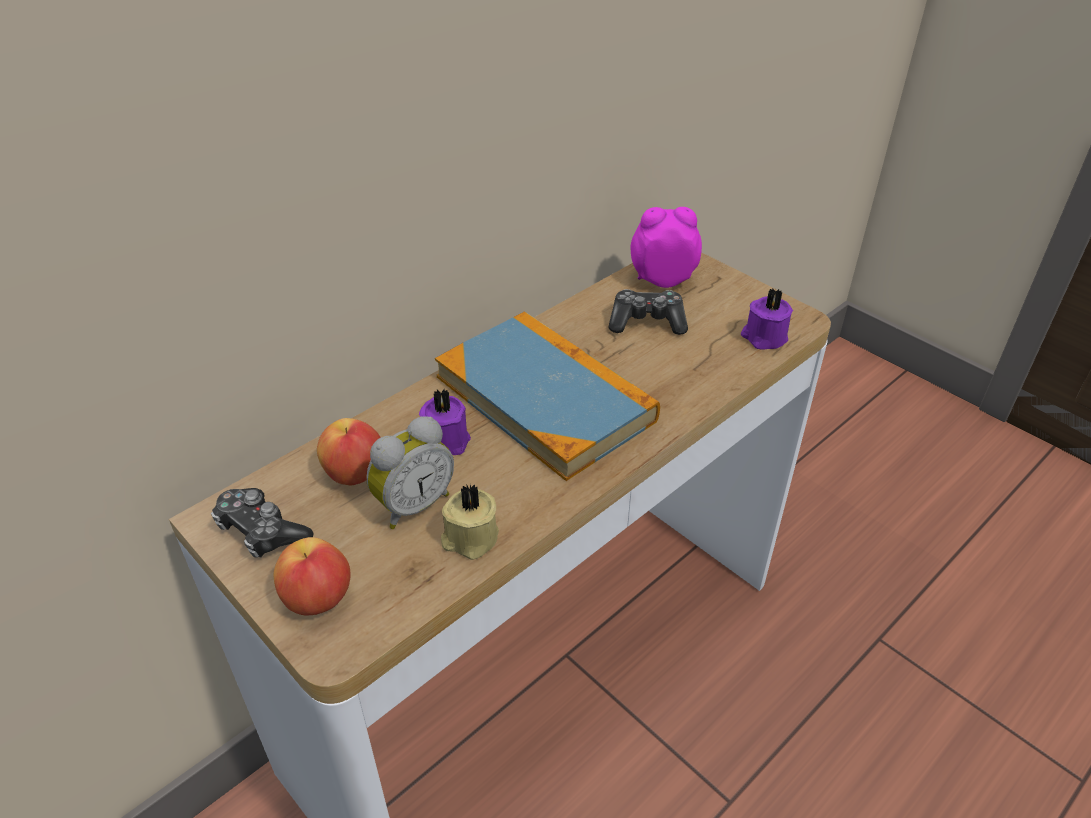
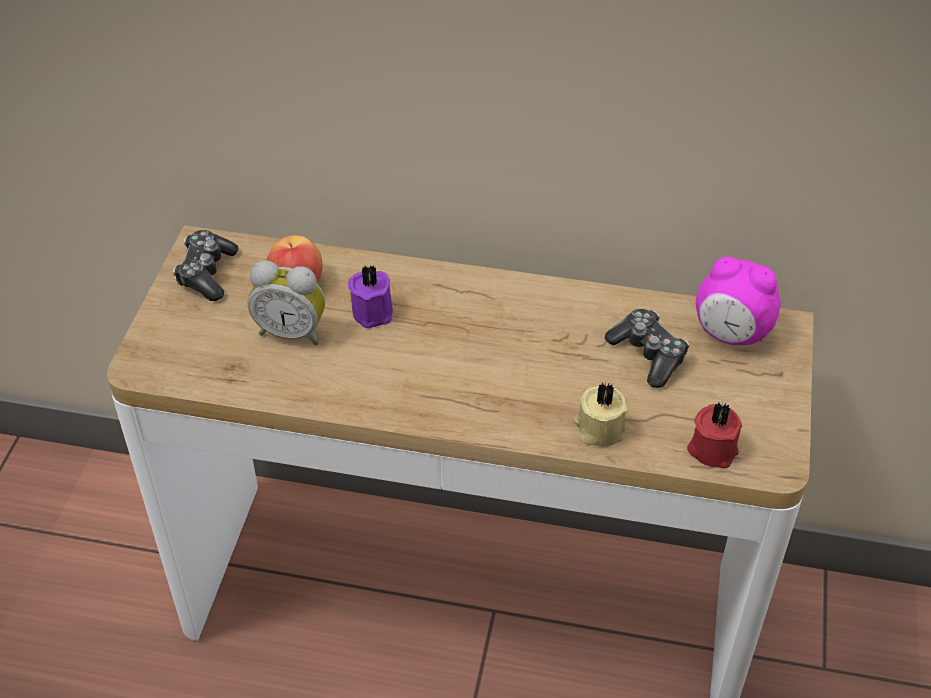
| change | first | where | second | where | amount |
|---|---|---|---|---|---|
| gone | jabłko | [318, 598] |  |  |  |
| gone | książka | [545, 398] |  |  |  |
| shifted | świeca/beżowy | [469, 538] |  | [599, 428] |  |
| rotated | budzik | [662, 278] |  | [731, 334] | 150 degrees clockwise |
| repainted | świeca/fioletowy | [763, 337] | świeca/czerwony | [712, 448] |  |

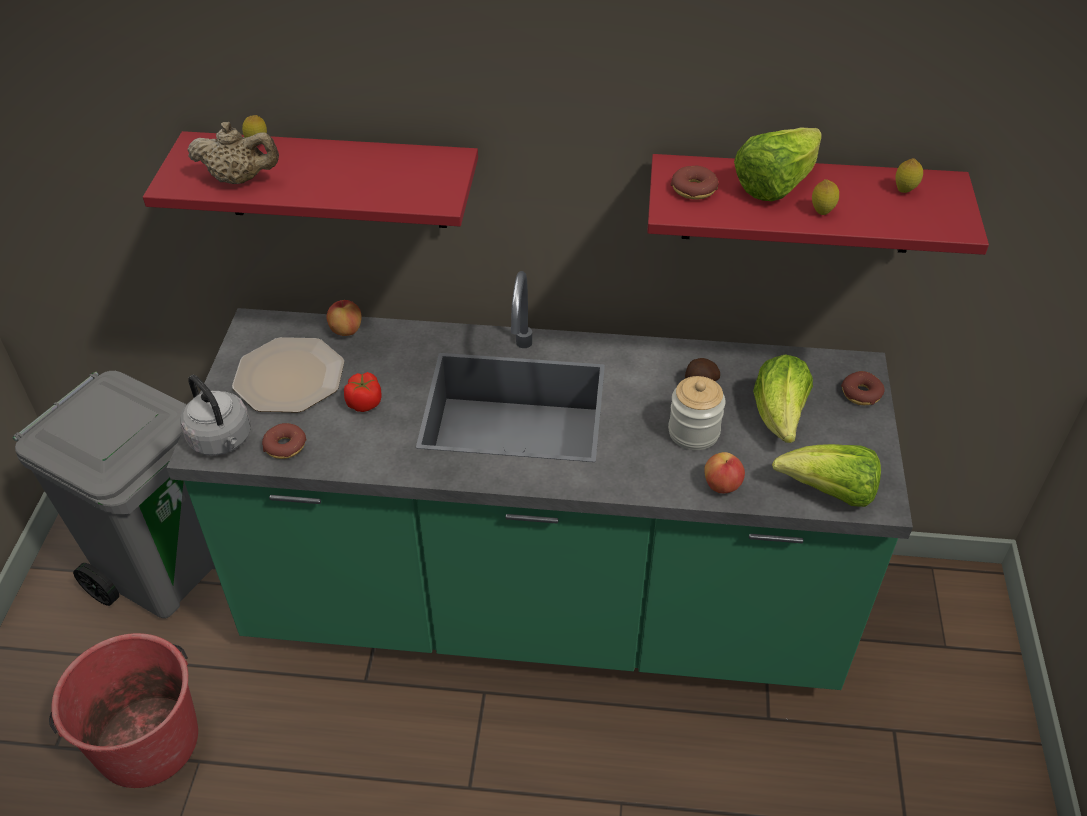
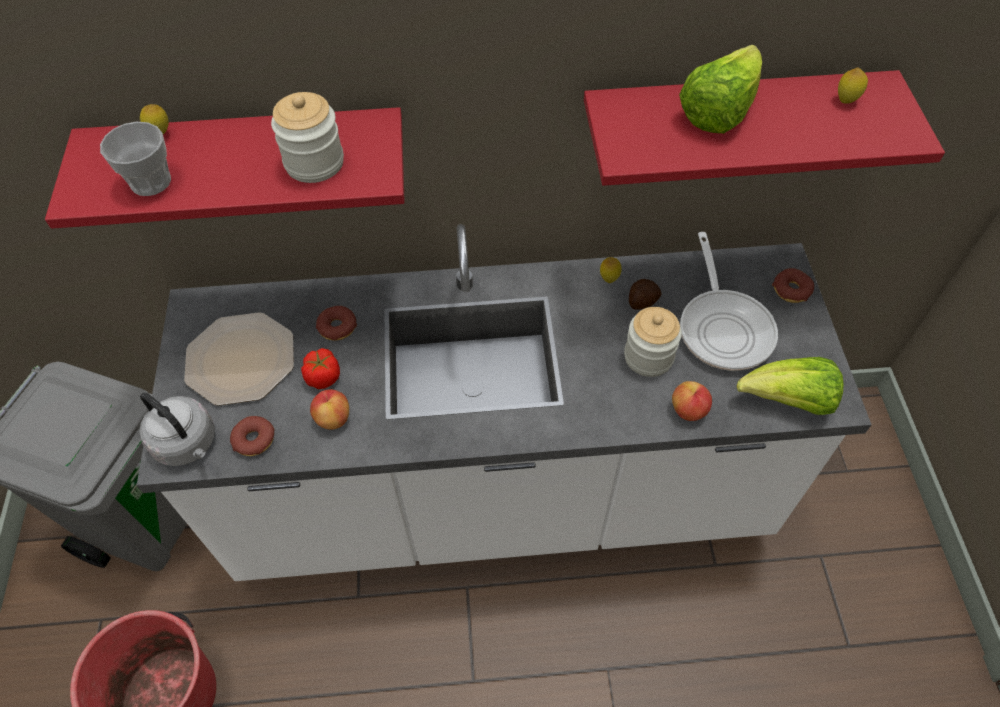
| change | first | where | second | where | amount |
|---|---|---|---|---|---|
| repainted | zabudowa kuchenna/zielony | [543, 610] | zabudowa kuchenna/biały | [502, 498] |  |
| swapped | imbryk/beżowy | [240, 179] | filiżanka | [151, 182] |  |
| shifted | jabłko | [346, 330] |  | [333, 418] |  |
| shifted | donut | [693, 189] |  | [337, 327] |  |
| swapped | sałata | [779, 417] | patelnia | [724, 327] |  |
| shifted | cytryna | [822, 212] |  | [609, 279] |  |
| new |  |  | słoik | [314, 163] |  |

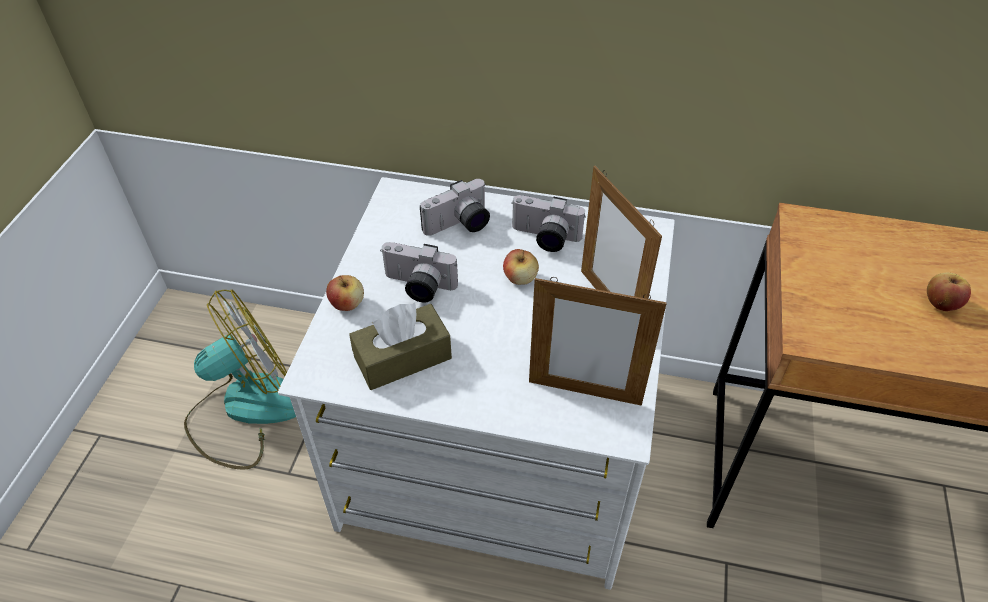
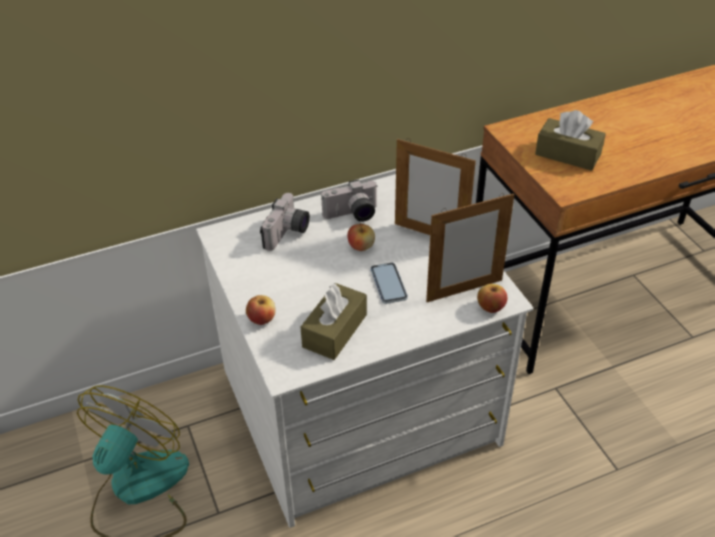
| change | first | where | second | where | amount |
|---|---|---|---|---|---|
| gone | aparat fotograficzny | [417, 287] |  |  |  |
| shifted | jabłko | [940, 303] |  | [490, 307] |  |
| new |  |  | telefon | [388, 284] |  |
| new |  |  | pudełko chusteczek/brązowy | [568, 154] |  |

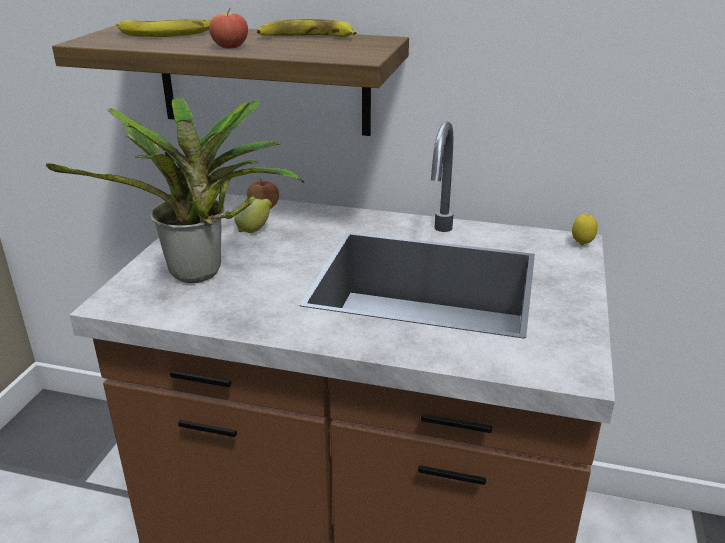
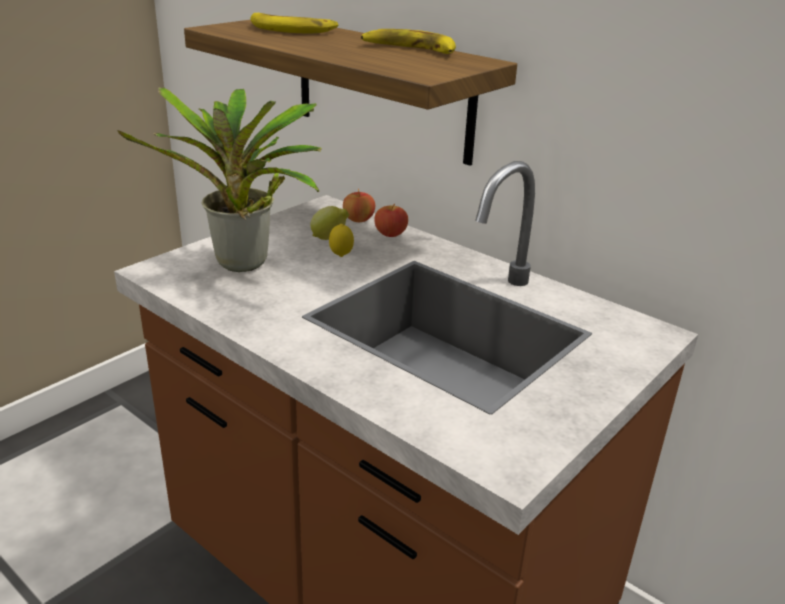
| change | first | where | second | where | amount |
|---|---|---|---|---|---|
| shifted | jabłko | [230, 47] |  | [390, 234] |  |
| shifted | cytryna | [582, 244] |  | [341, 256] |  |

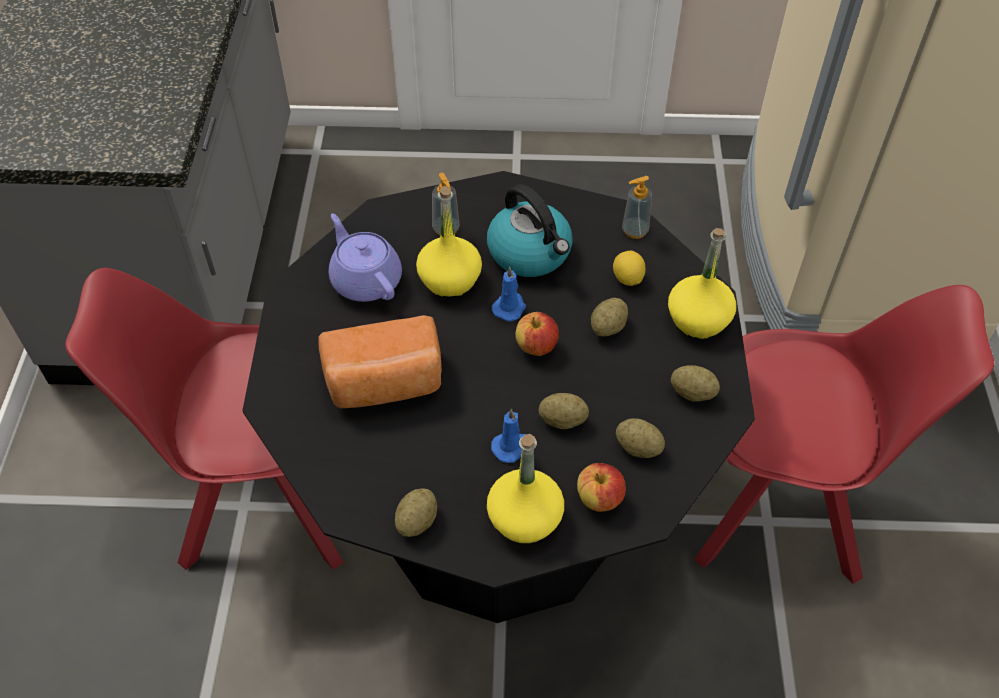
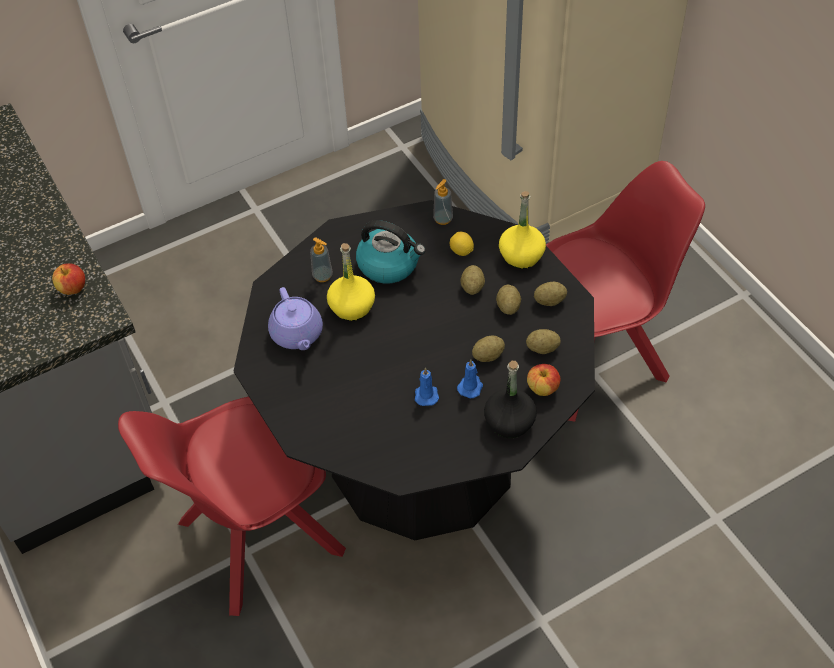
| change | first | where | second | where | amount |
|---|---|---|---|---|---|
| gone | chleb | [385, 385] |  |  |  |
| rotated | imbryk/fioletowy | [365, 280] |  | [297, 334] | 135 degrees counterclockwise |
| shifted | ziemniak | [417, 521] |  | [508, 307] |  |
| repainted | butelka/żółty | [524, 518] | butelka/czarny | [509, 422] |  |
| shifted | świeca/niebieski | [510, 307] |  | [426, 394] |  |
| shifted | jabłko | [536, 347] |  | [73, 289] |  |

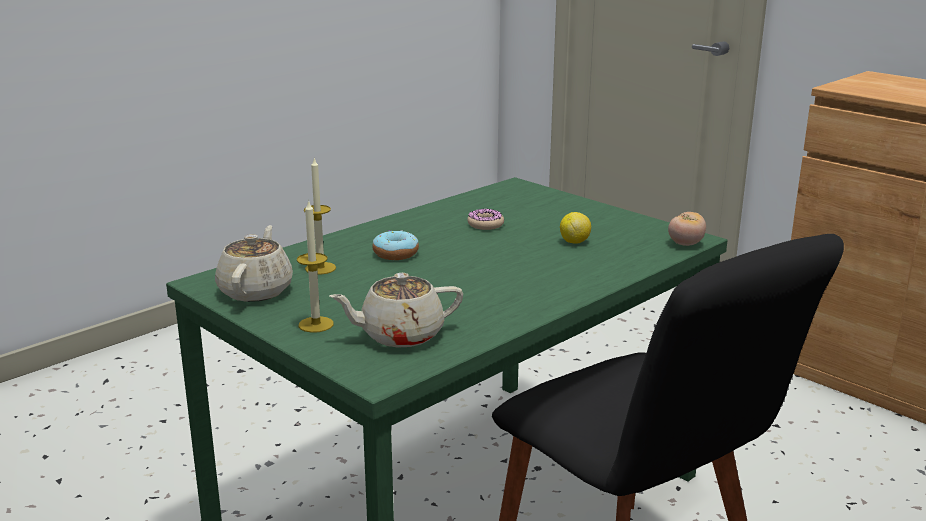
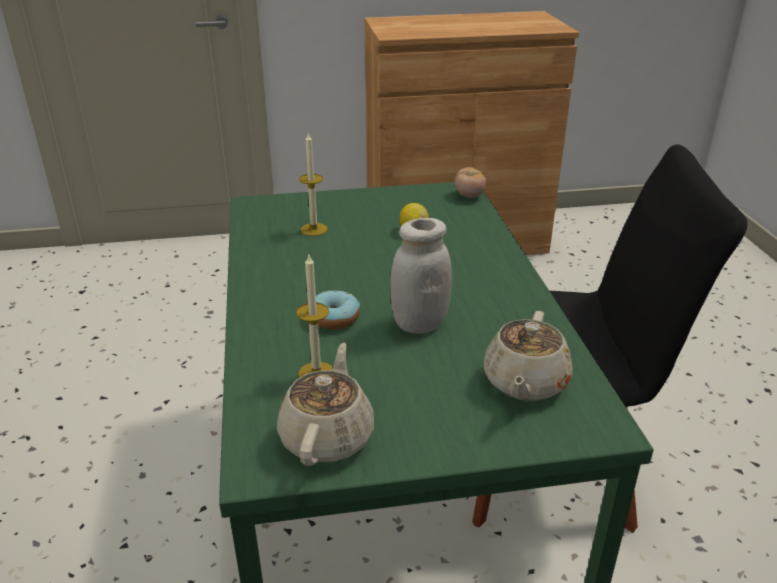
| change | first | where | second | where | amount |
|---|---|---|---|---|---|
| rotated | imbryk/beżowy | [256, 290] |  | [328, 436] | 60 degrees clockwise |
| shifted | świeca | [316, 324] |  | [314, 229] |  |
| gone | donut | [485, 224] |  |  |  |
| new |  |  | słoik/biały | [419, 323] |  |

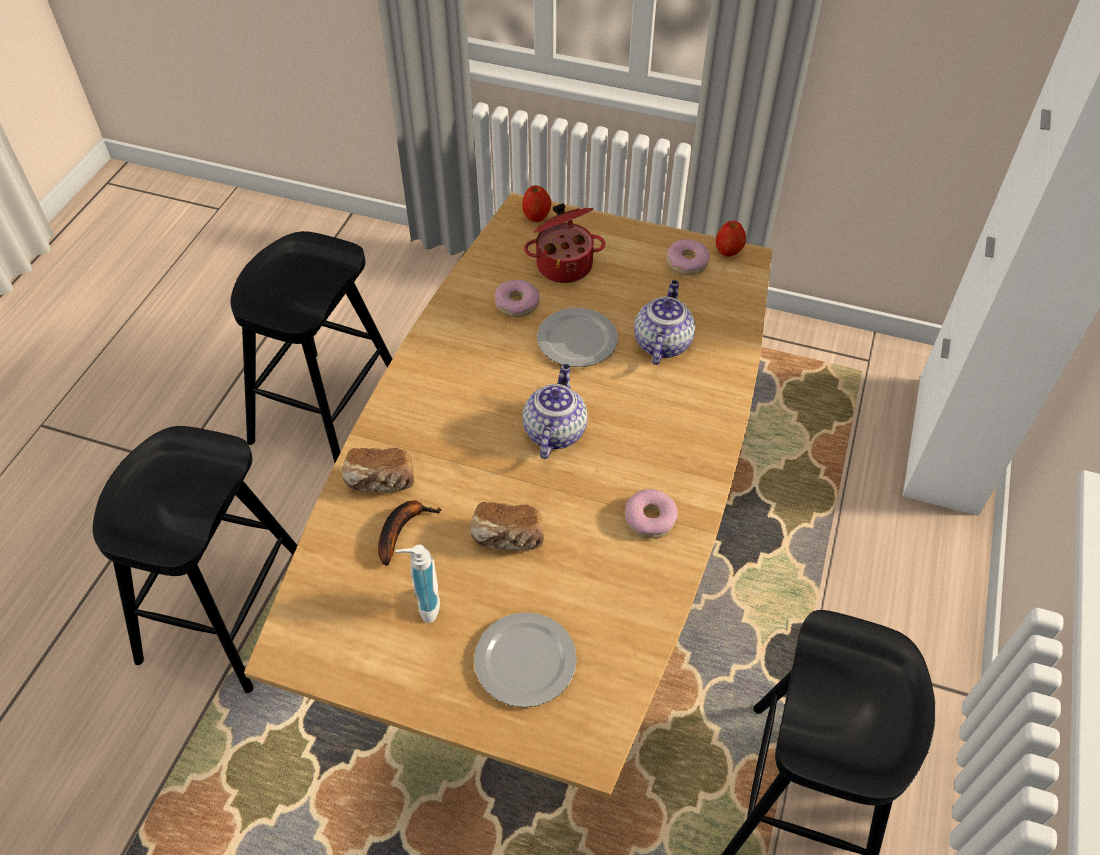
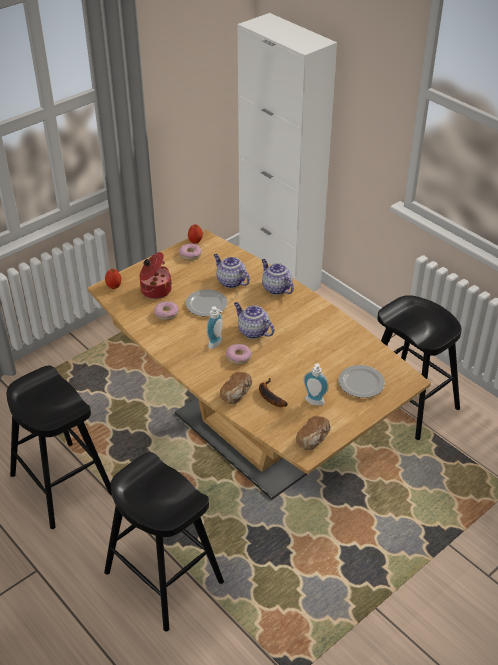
| change | first | where | second | where | amount |
|---|---|---|---|---|---|
| shifted | chleb | [508, 539] |  | [314, 439] |  |
| shifted | donut | [649, 518] |  | [238, 357] |  |
| new |  |  | dozownik mydła | [217, 344] |  |
| new |  |  | imbryk | [276, 288] |  |

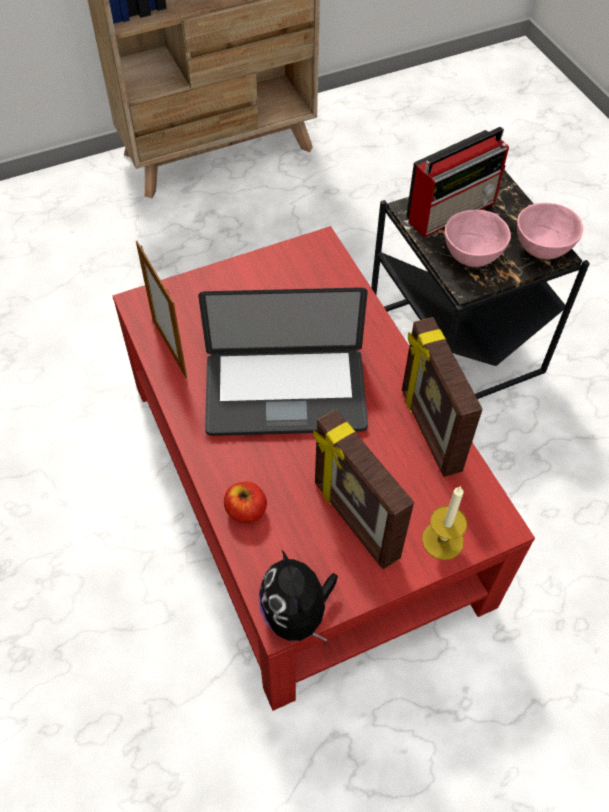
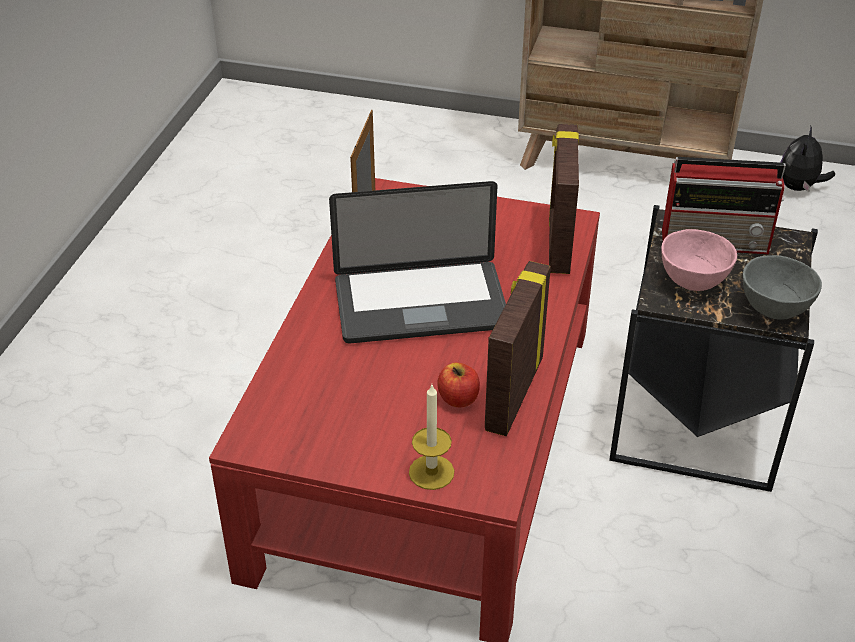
| change | first | where | second | where | amount |
|---|---|---|---|---|---|
| rotated | laptop | [285, 394] |  | [420, 304] | 45 degrees counterclockwise |
| shifted | jabłko | [246, 510] |  | [458, 398] |  |
| shifted | pluszak | [297, 613] |  | [799, 187] |  |
| shifted | ramka na zdjęcie | [354, 521] |  | [558, 242] |  |
| repainted | miska/różowy | [541, 249] | miska/szary | [773, 309] |  |

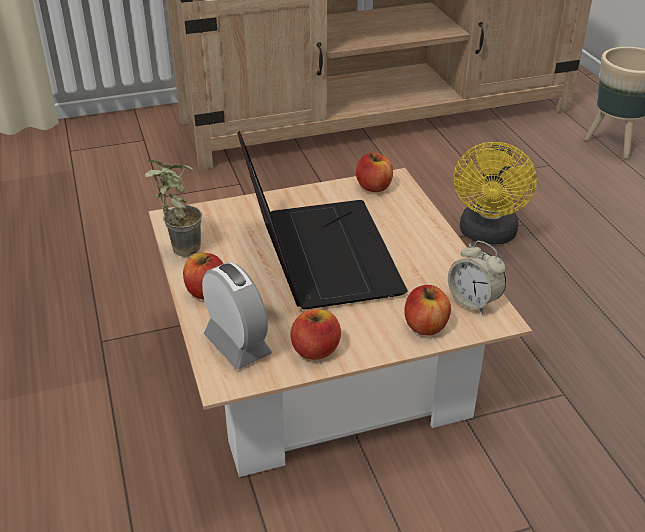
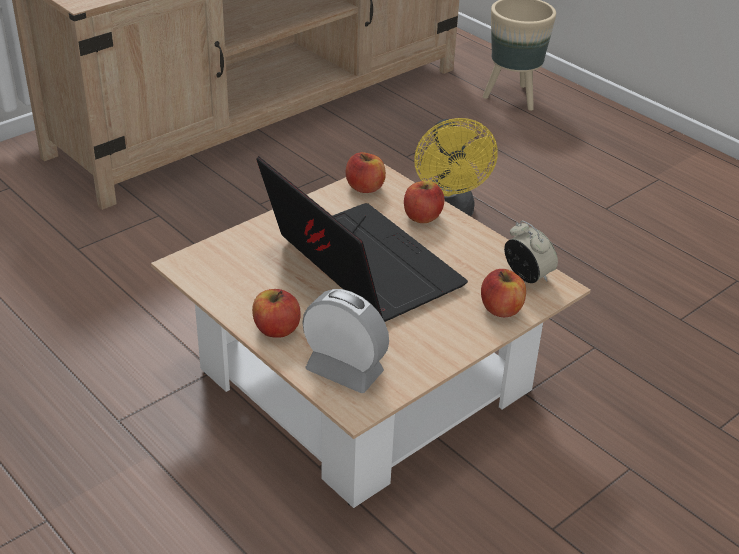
| change | first | where | second | where | amount |
|---|---|---|---|---|---|
| gone | roślina doniczkowa | [177, 248] |  |  |  |
| shifted | jabłko | [315, 350] |  | [422, 217] |  |
| rotated | budzik | [473, 301] |  | [527, 276] | 150 degrees counterclockwise |

